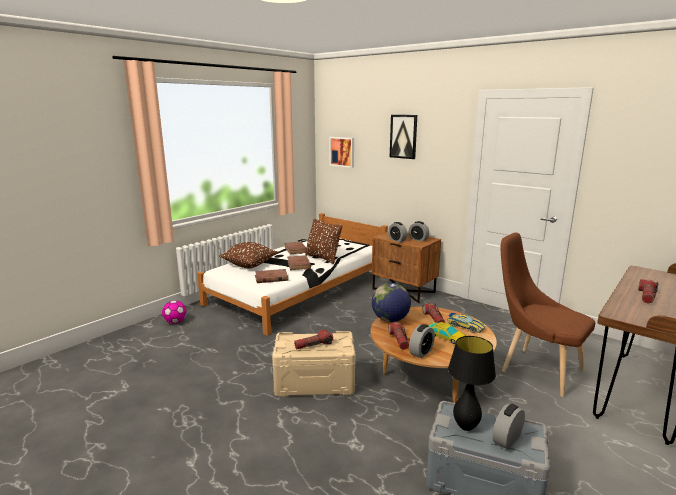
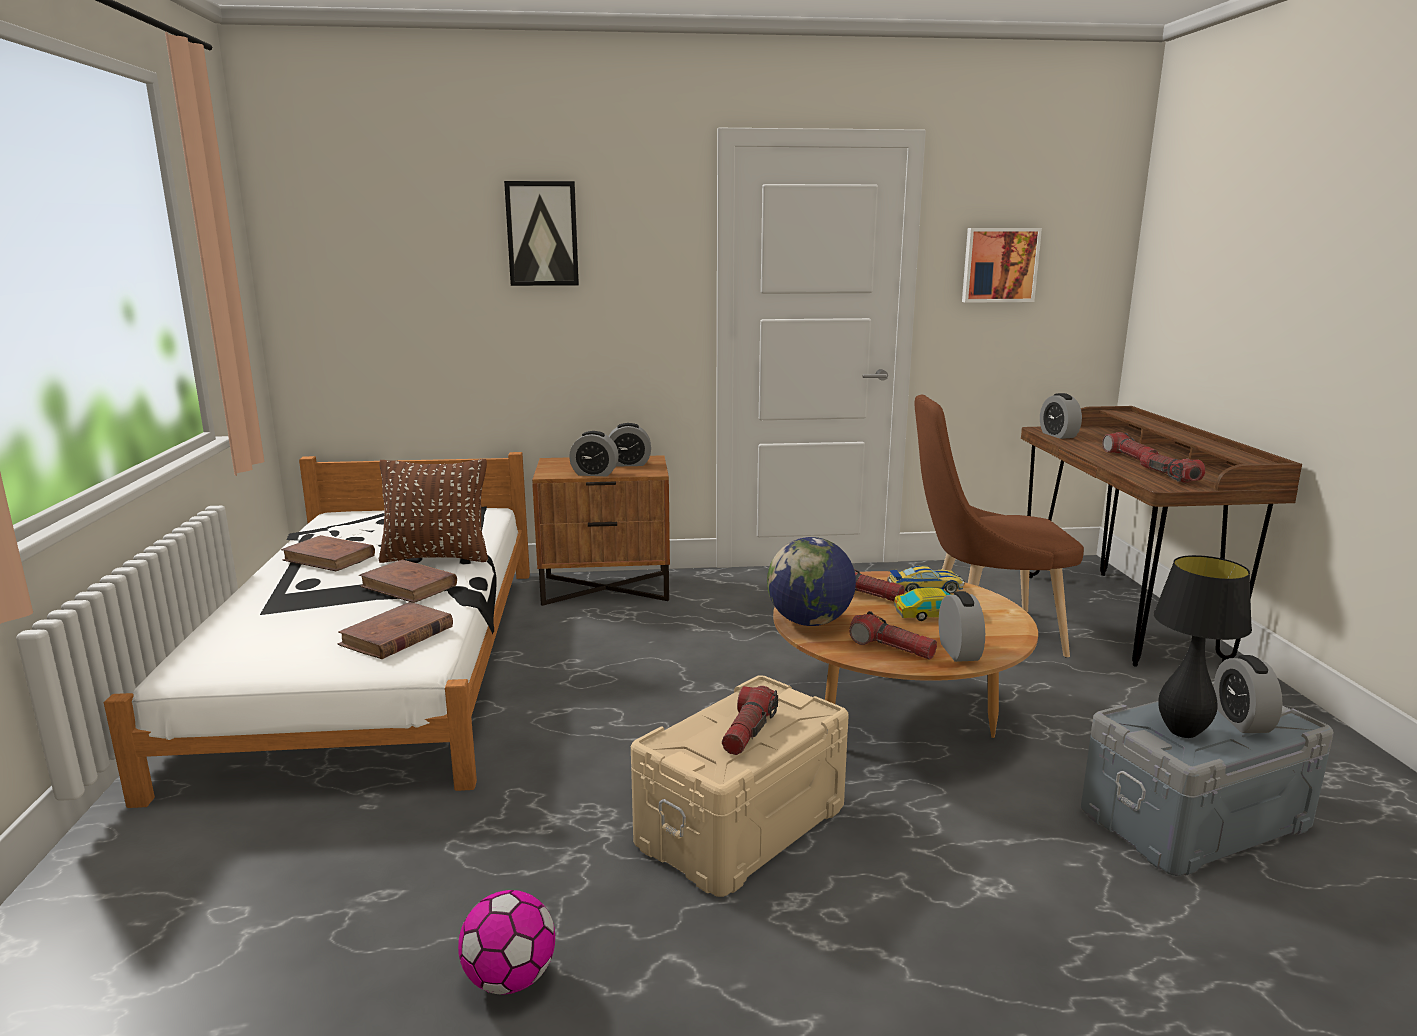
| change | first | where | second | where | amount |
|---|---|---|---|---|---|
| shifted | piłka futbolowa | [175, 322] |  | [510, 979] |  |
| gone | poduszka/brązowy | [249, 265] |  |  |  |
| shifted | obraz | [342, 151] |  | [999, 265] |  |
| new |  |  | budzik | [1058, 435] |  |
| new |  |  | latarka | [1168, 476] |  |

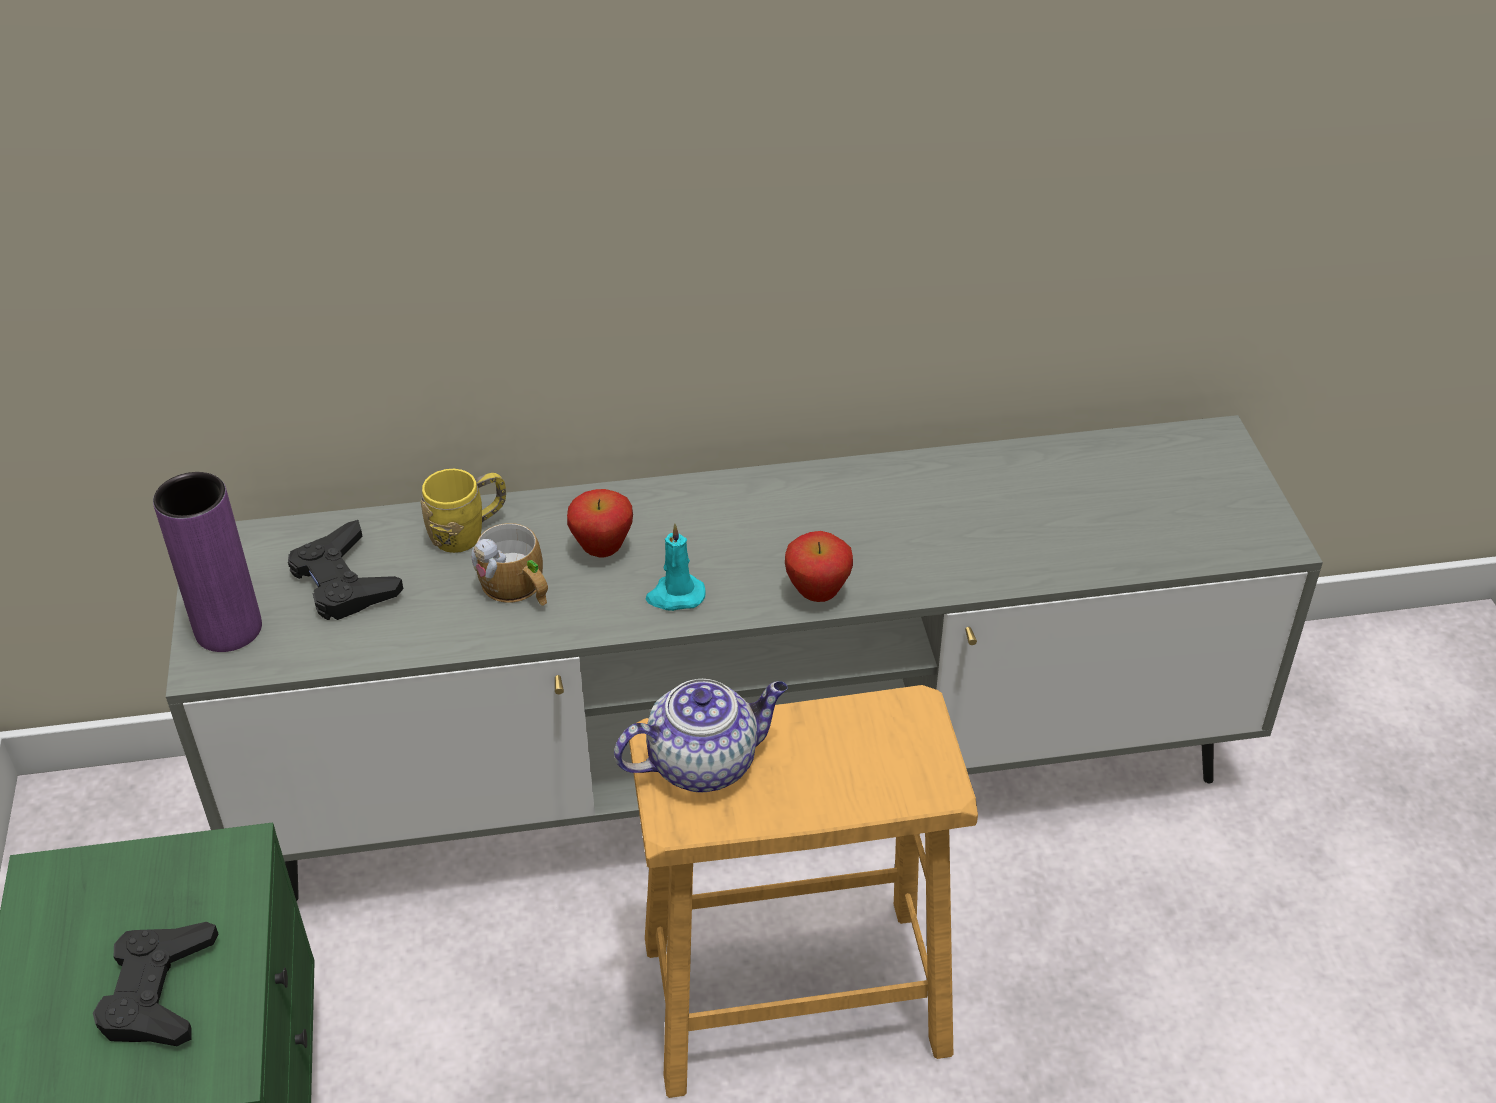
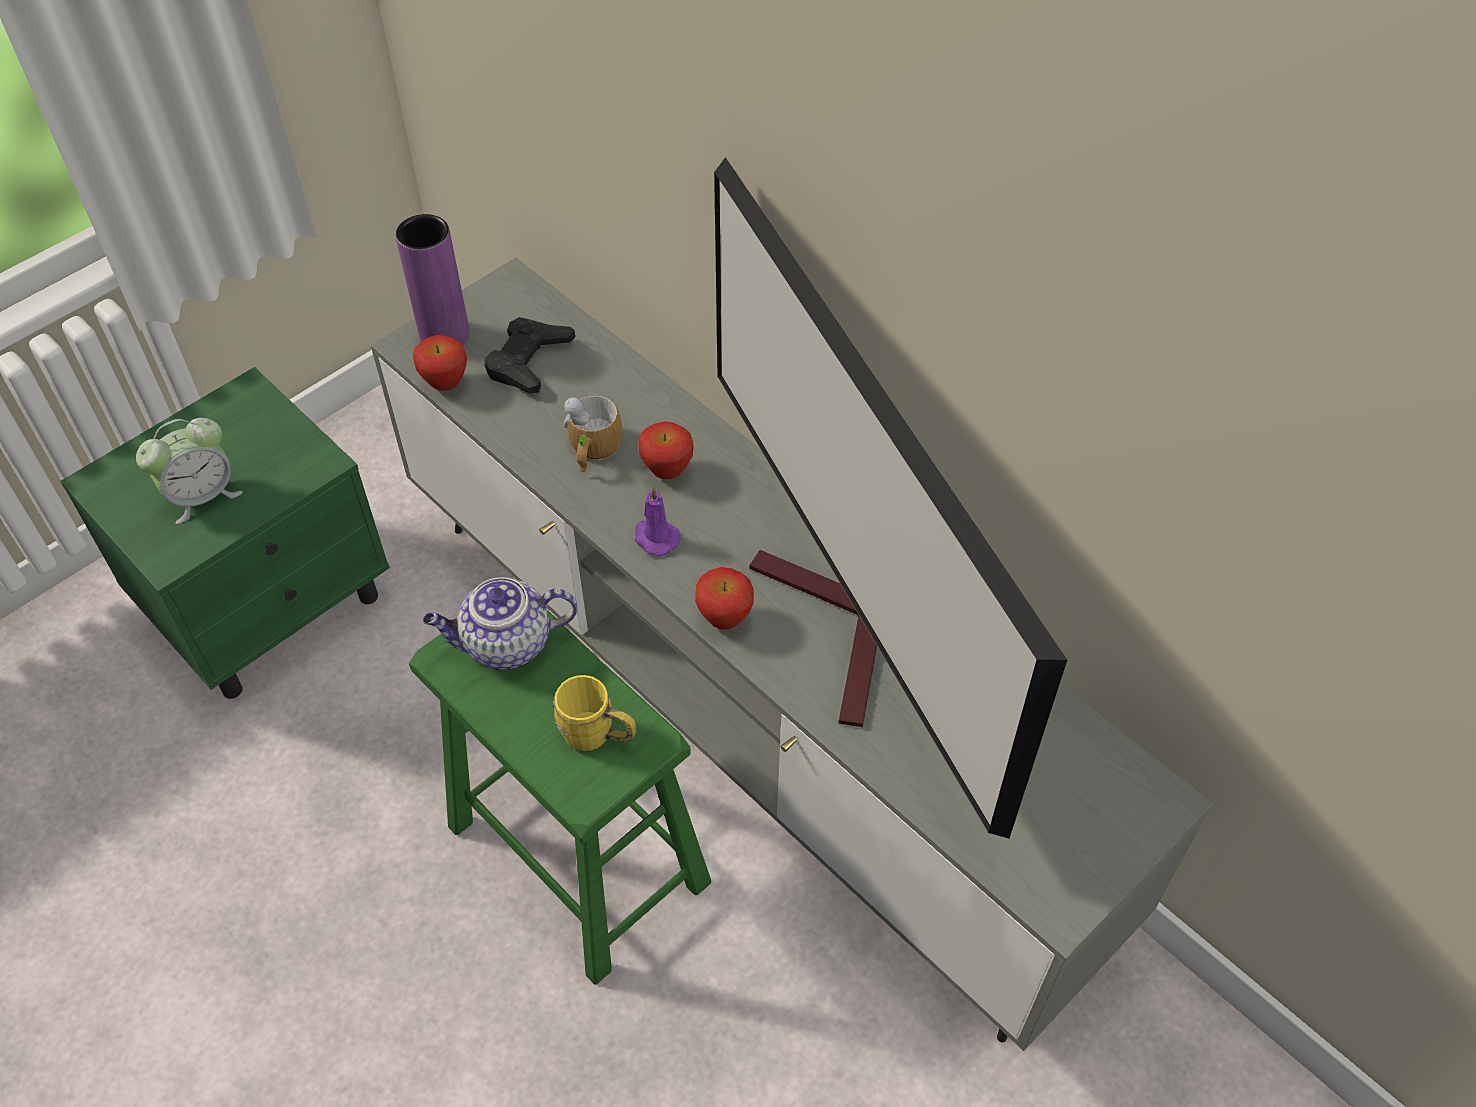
| change | first | where | second | where | amount |
|---|---|---|---|---|---|
| swapped | pad do gier/czarny | [158, 992] | budzik | [202, 496] |  |
| shifted | kubek/żółty | [468, 532] |  | [597, 735] |  |
| rotated | imbryk | [704, 762] |  | [505, 644] | 135 degrees clockwise |
| repainted | stołek/brązowy | [794, 994] | stołek/zielony | [578, 853] |  |
| repainted | świeca/turkusowy | [675, 596] | świeca/fioletowy | [655, 537] |  |
| new |  |  | jabłko | [446, 384] |  |
| new |  |  | telewizor | [844, 630] |  |

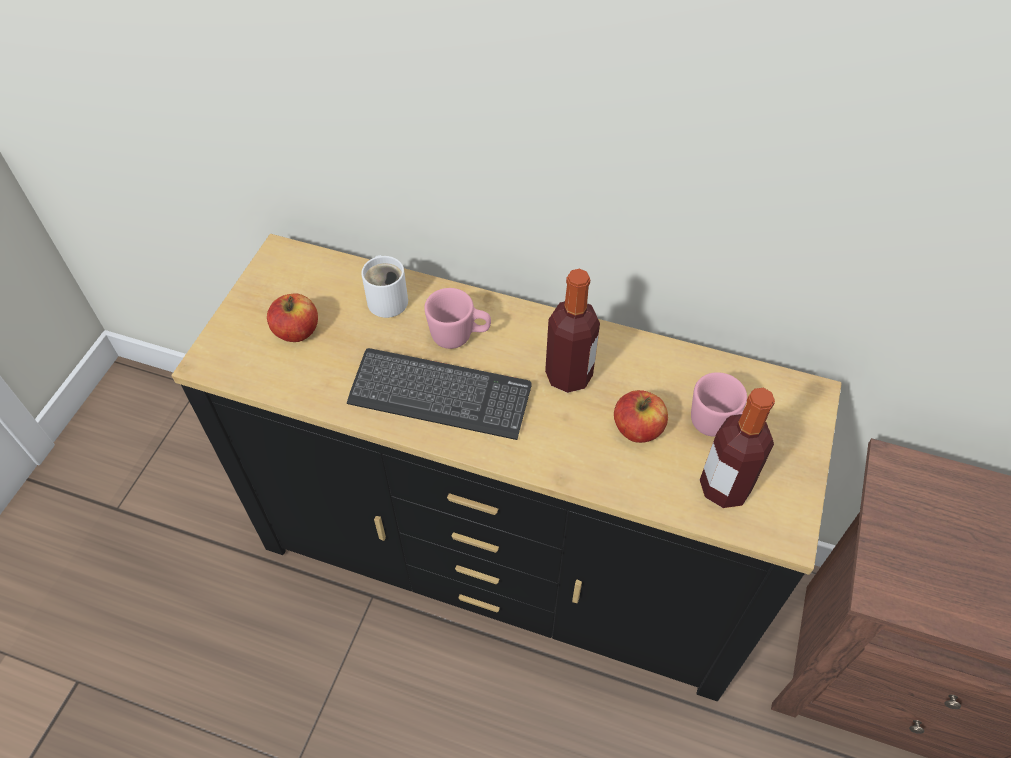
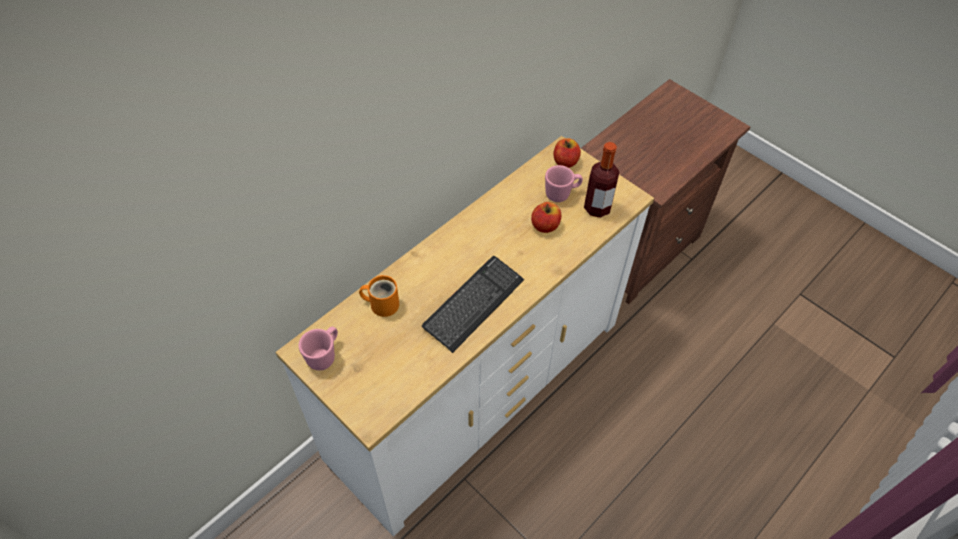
| change | first | where | second | where | amount |
|---|---|---|---|---|---|
| repainted | komoda/czarny | [506, 552] | komoda/biały | [476, 388] |  |
| shifted | jabłko | [297, 331] |  | [565, 162] |  |
| repainted | kubek/biały | [388, 298] | kubek/pomarańczowy | [382, 303] |  |
| shifted | kubek/różowy | [459, 336] |  | [324, 355] |  |
| gone | butelka | [568, 375] |  |  |  |

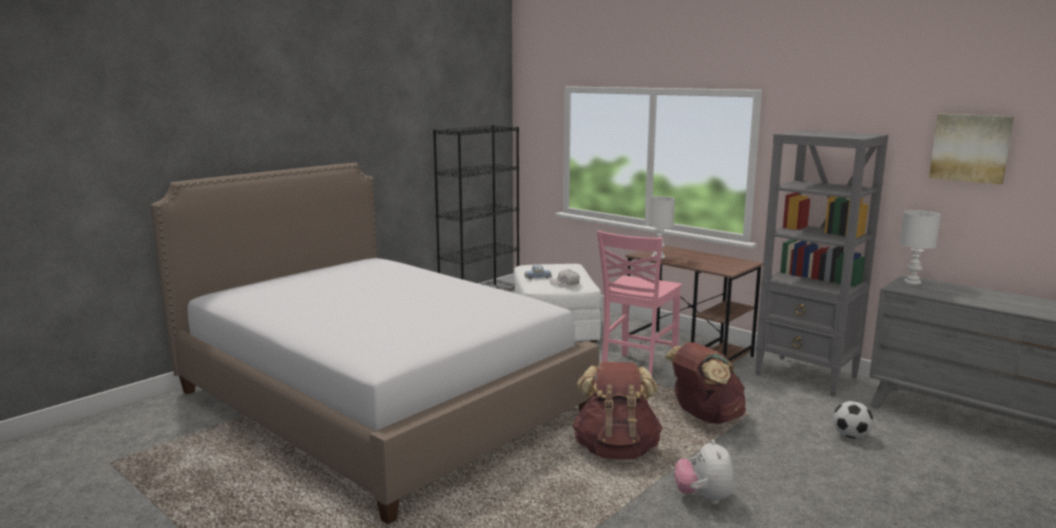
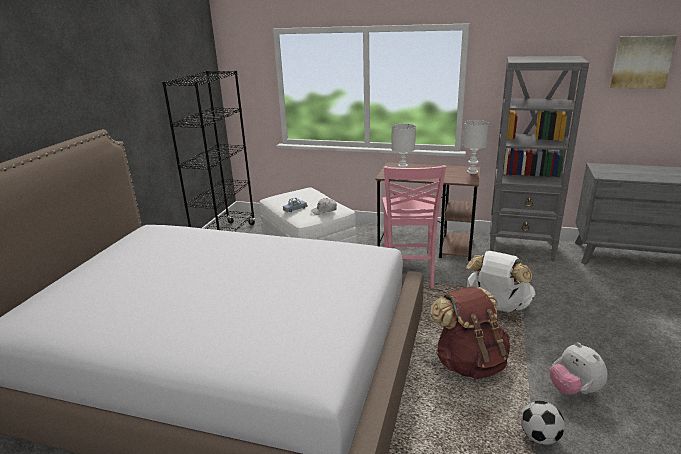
| change | first | where | second | where | amount |
|---|---|---|---|---|---|
| repainted | plecak/brązowy | [704, 417] | plecak/biały | [497, 306] |  |
| shifted | piłka futbolowa | [850, 436] |  | [539, 437] |  |
| shifted | lampa stołowa/biały | [912, 282] |  | [472, 172] |  |

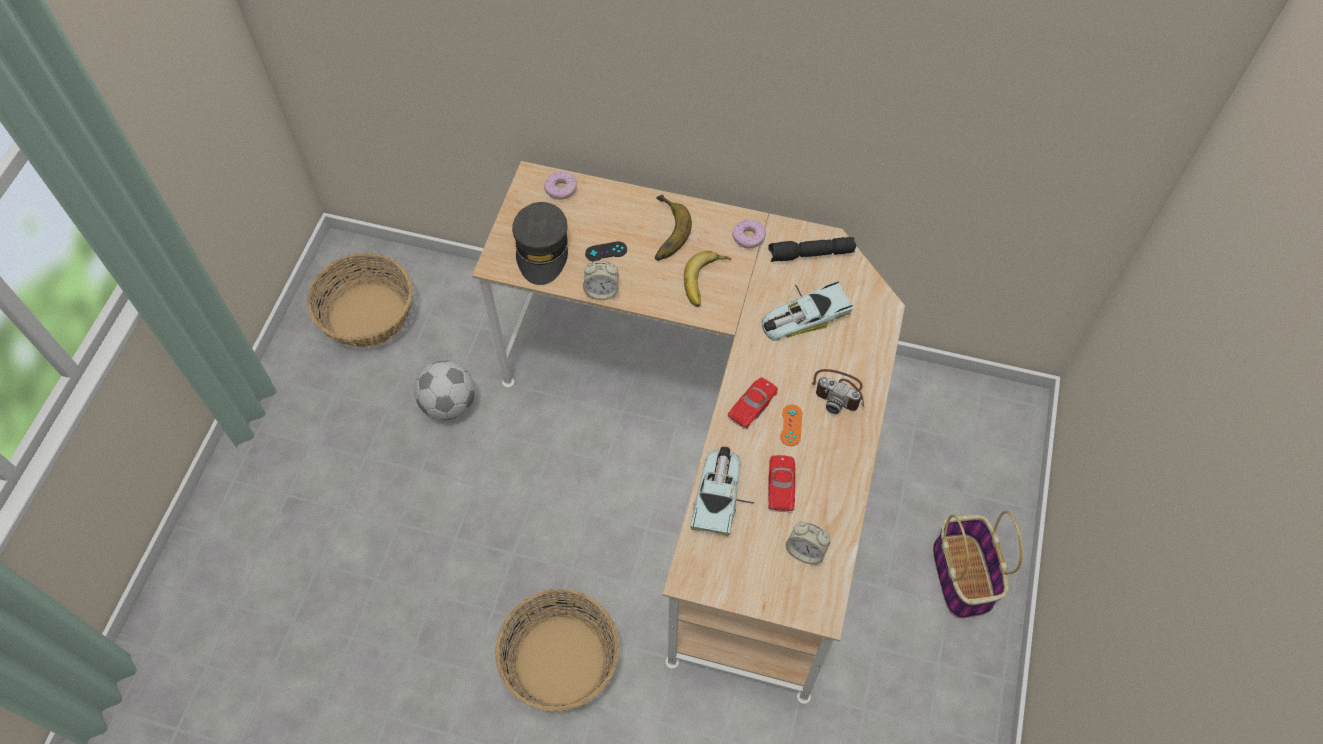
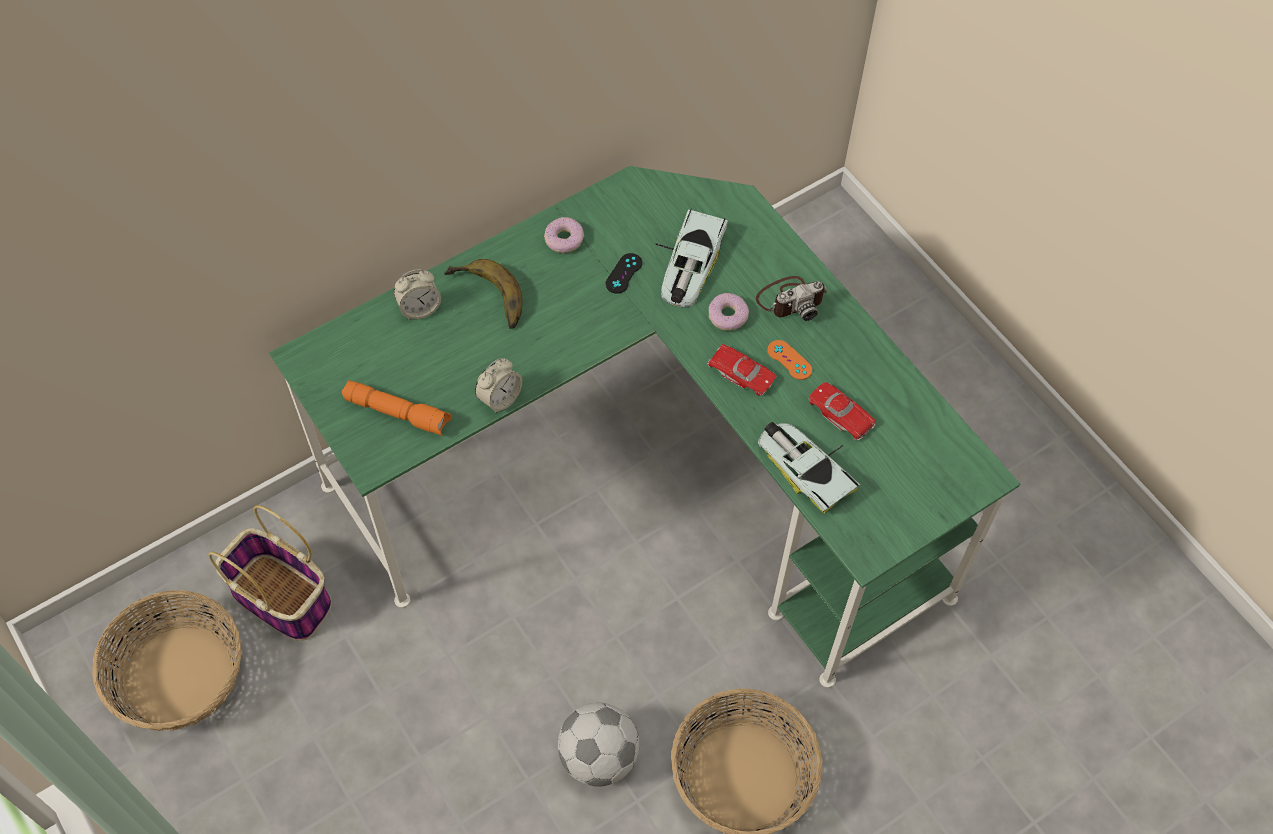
| change | first | where | second | where | amount |
|---|---|---|---|---|---|
| shifted | piłka futbolowa | [449, 404] |  | [599, 756] |  |
| repainted | biurko/beżowy | [712, 446] | biurko/zielony | [647, 477] |  |
| swapped | czapka z daszkiem/szary | [542, 250] | latarka/pomarańczowy | [398, 412] |  |
| shifted | donut | [561, 189] |  | [728, 316] |  |
| shifted | pad do gier/czarny | [606, 251] |  | [624, 273] |  |
| gone | banan | [707, 281] |  |  |  |
| rotated | samochodzik/czerwony | [752, 405] |  | [741, 373] | 135 degrees clockwise |
| gone | latarka/czarny | [810, 255] |  |  |  |
| shifted | budzik | [805, 551] |  | [419, 308] |  |
| shifted | koszyk | [963, 577] |  | [283, 598] |  |

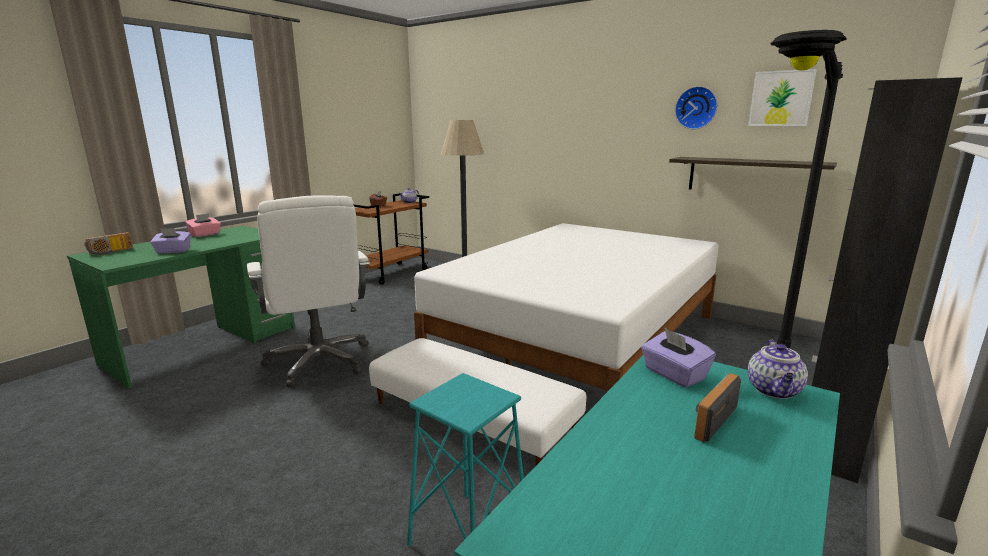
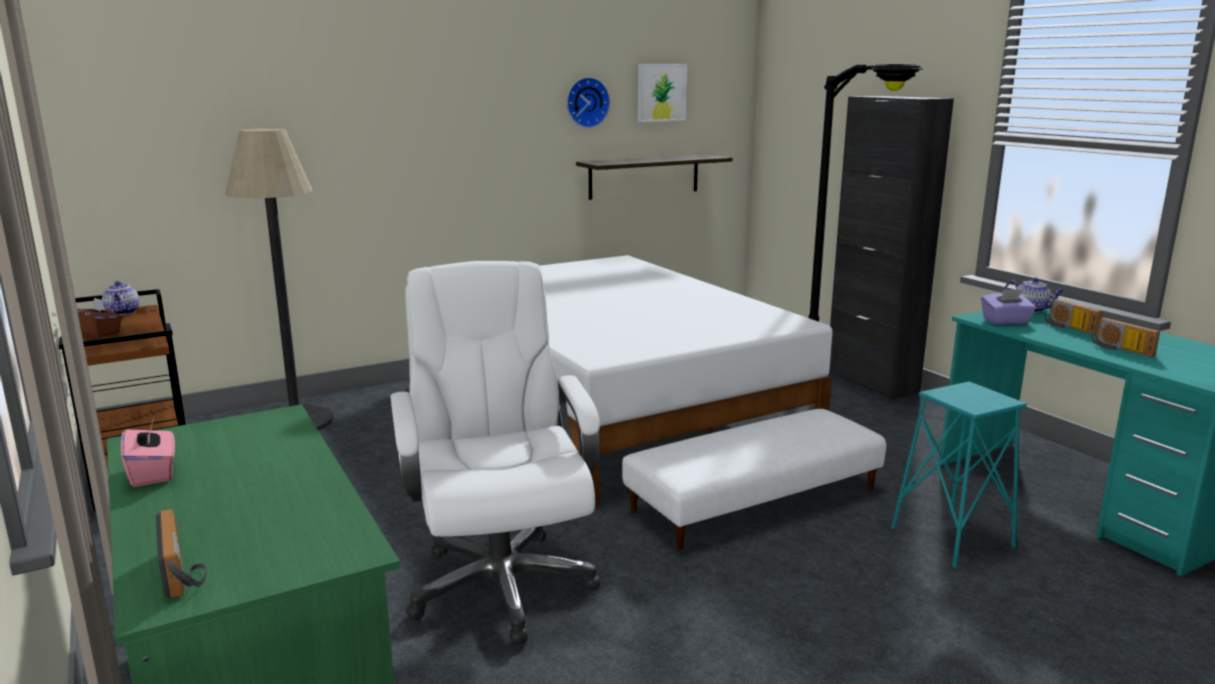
| change | first | where | second | where | amount |
|---|---|---|---|---|---|
| gone | pudełko chusteczek/fioletowy | [173, 251] |  |  |  |
| rotated | krzesło biurowe/biały | [319, 362] |  | [500, 584] | 105 degrees counterclockwise |
| new |  |  | radio | [1119, 349] |  |

